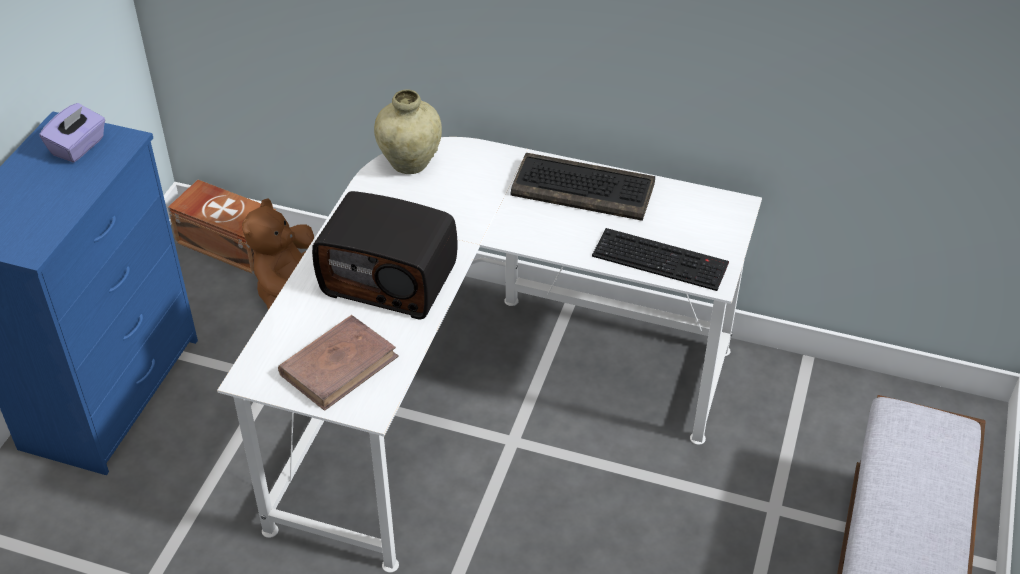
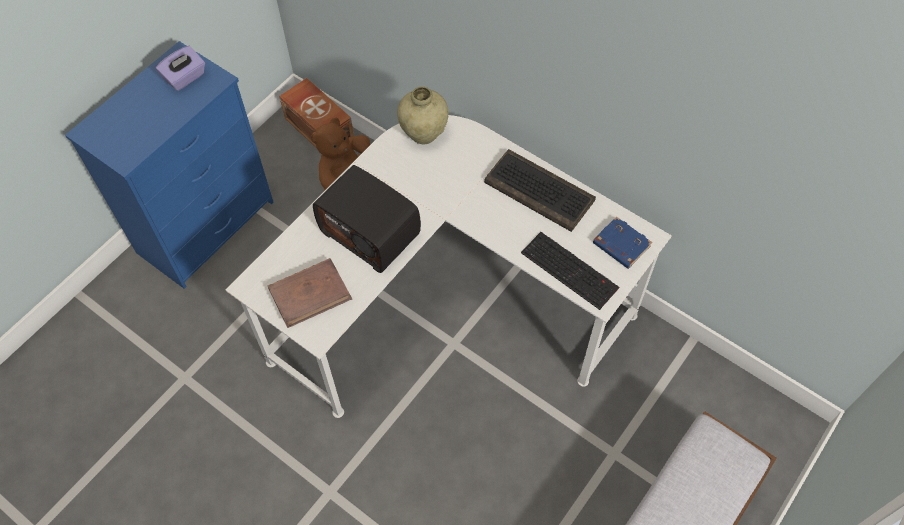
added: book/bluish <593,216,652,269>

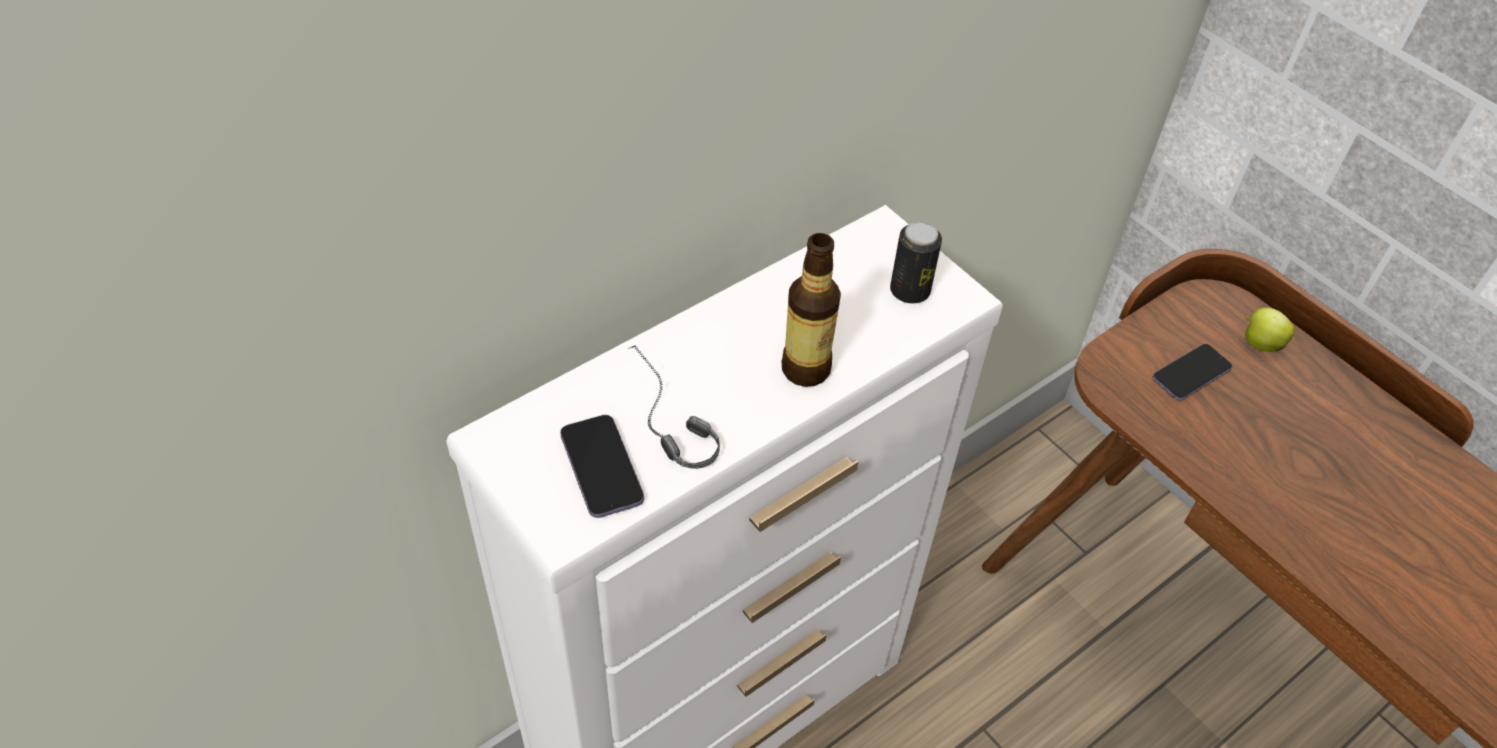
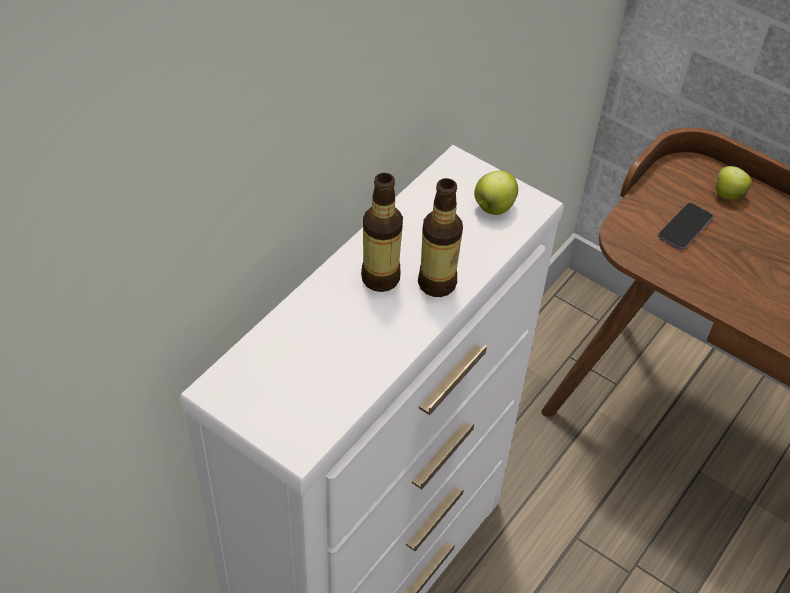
removed: phone <560,415,644,518>; headset <628,345,720,469>
added: drink bottle <361,173,403,292>
replaced: can <890,221,942,303> to whole apple <474,170,518,215>

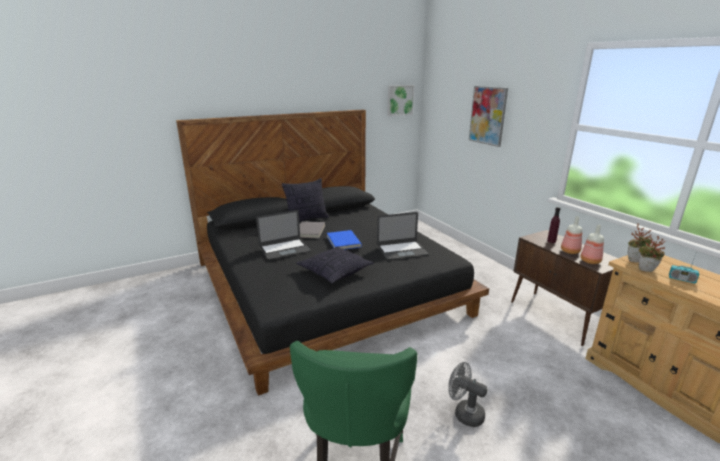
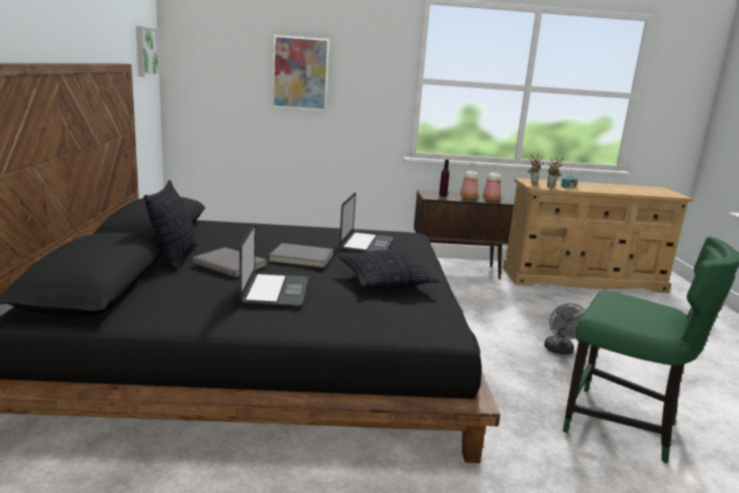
recoloured: book/bluish <327,230,362,249> to book/grey <269,243,333,268>
turned: electric fan/grey <448,362,488,427> = <544,303,585,355> 60 degrees counterclockwise

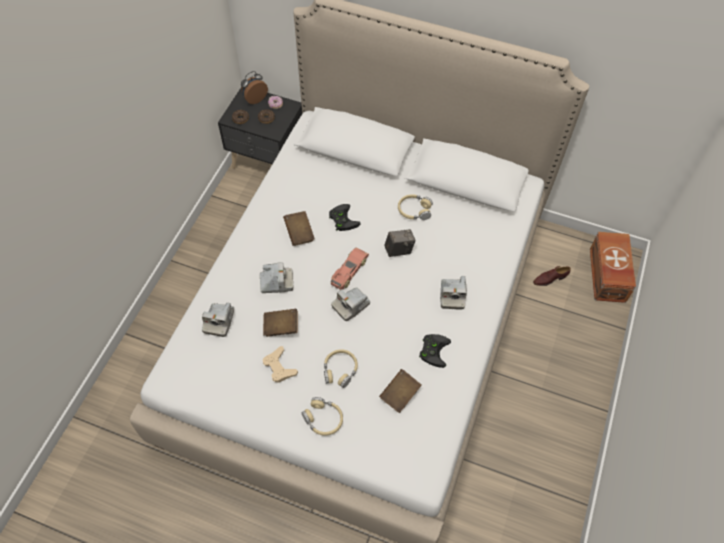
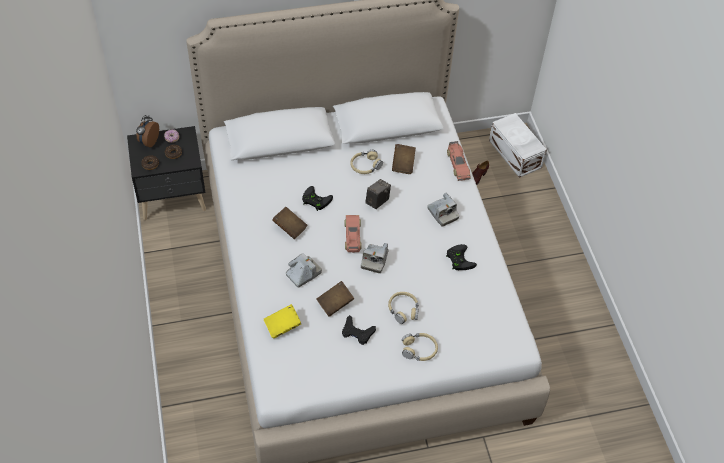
added: miniature car <447,141,471,181>
moved: book/brown-coloured <379,369,422,413> to <392,144,416,174>
replaced: photo camera <202,302,234,337> to book/yellow <264,304,301,338>
recoloured: joypad/beige <263,346,298,383> to joypad/blackish <342,315,376,345>; storage box/brown-coloured <590,232,636,303> to storage box/whitish <489,113,547,178>

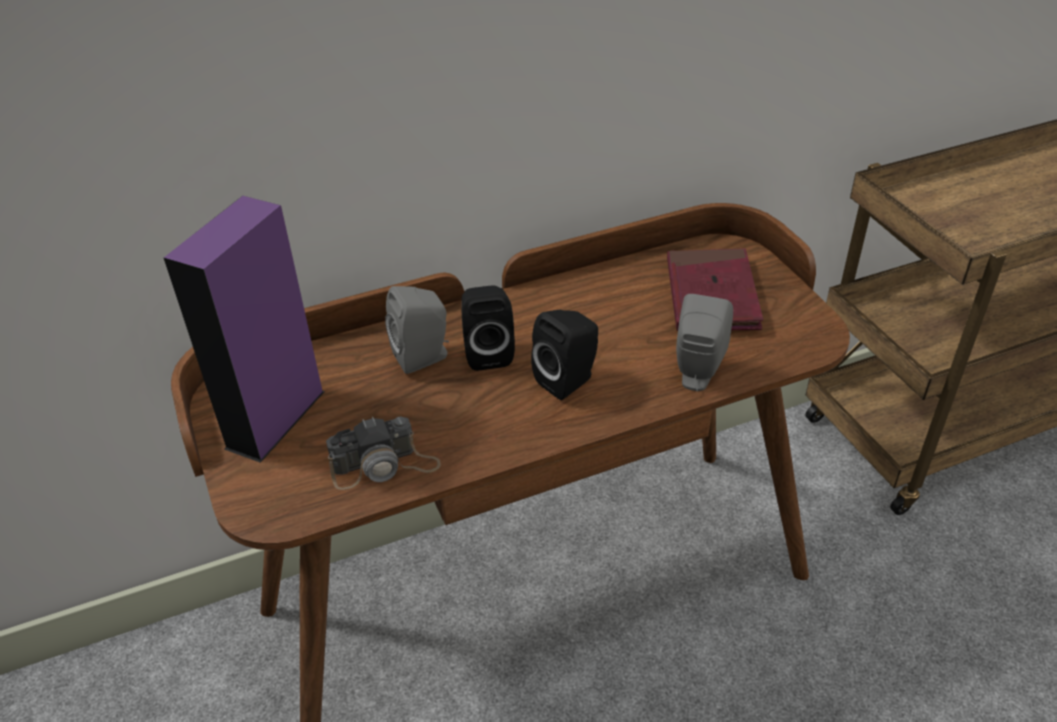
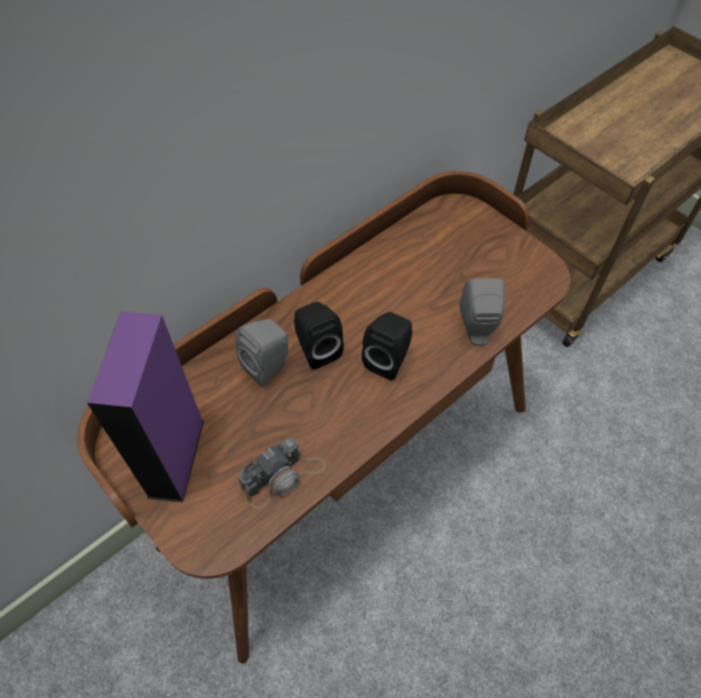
removed: book/reddish <667,249,763,331>

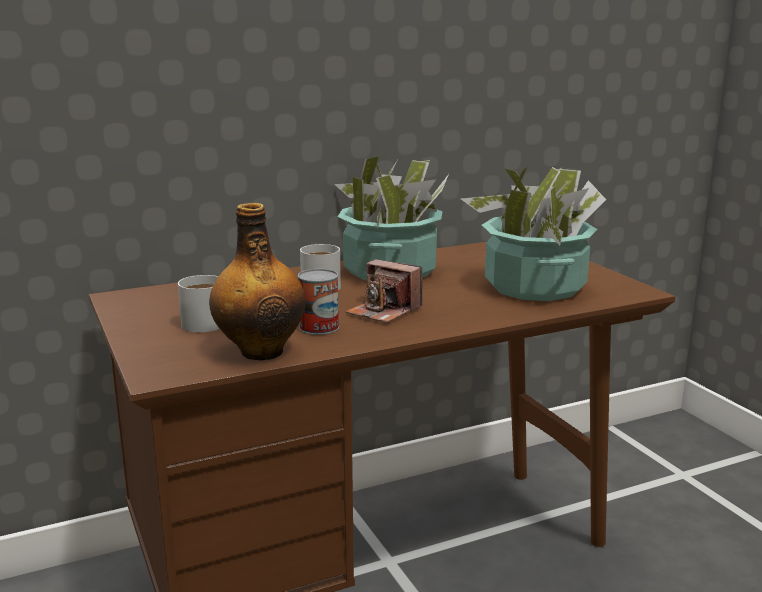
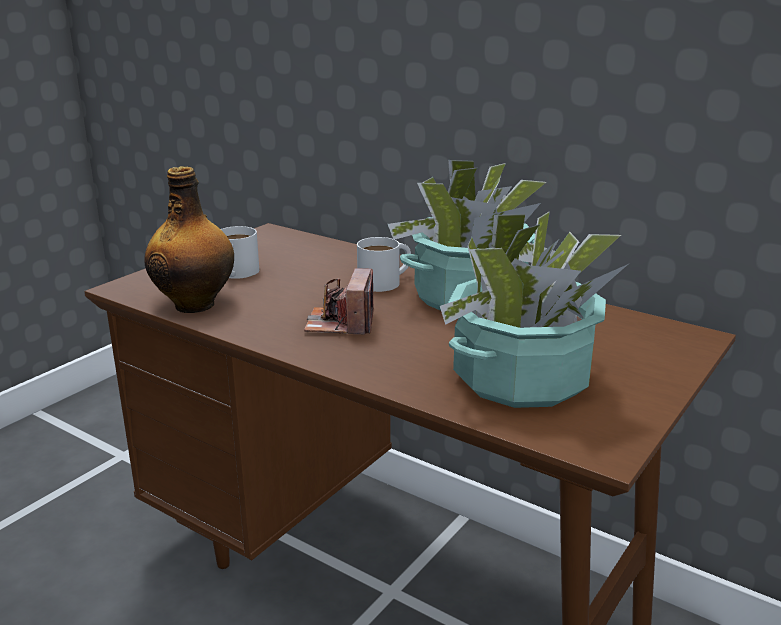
removed: can <298,269,339,335>

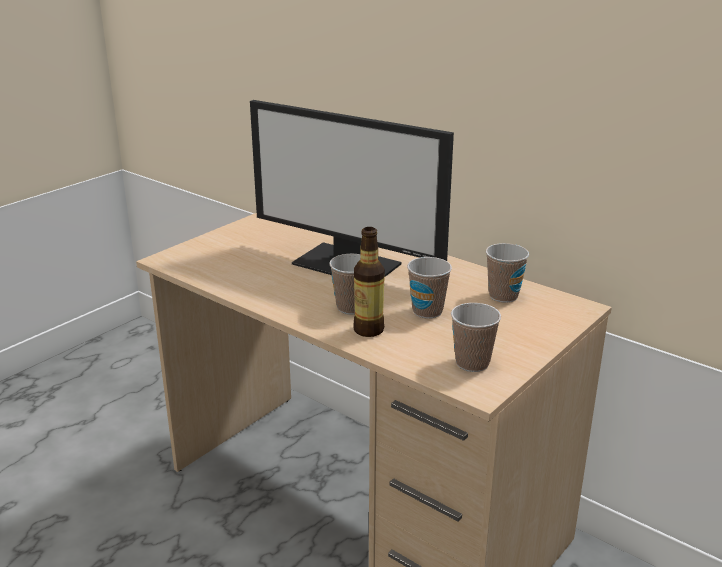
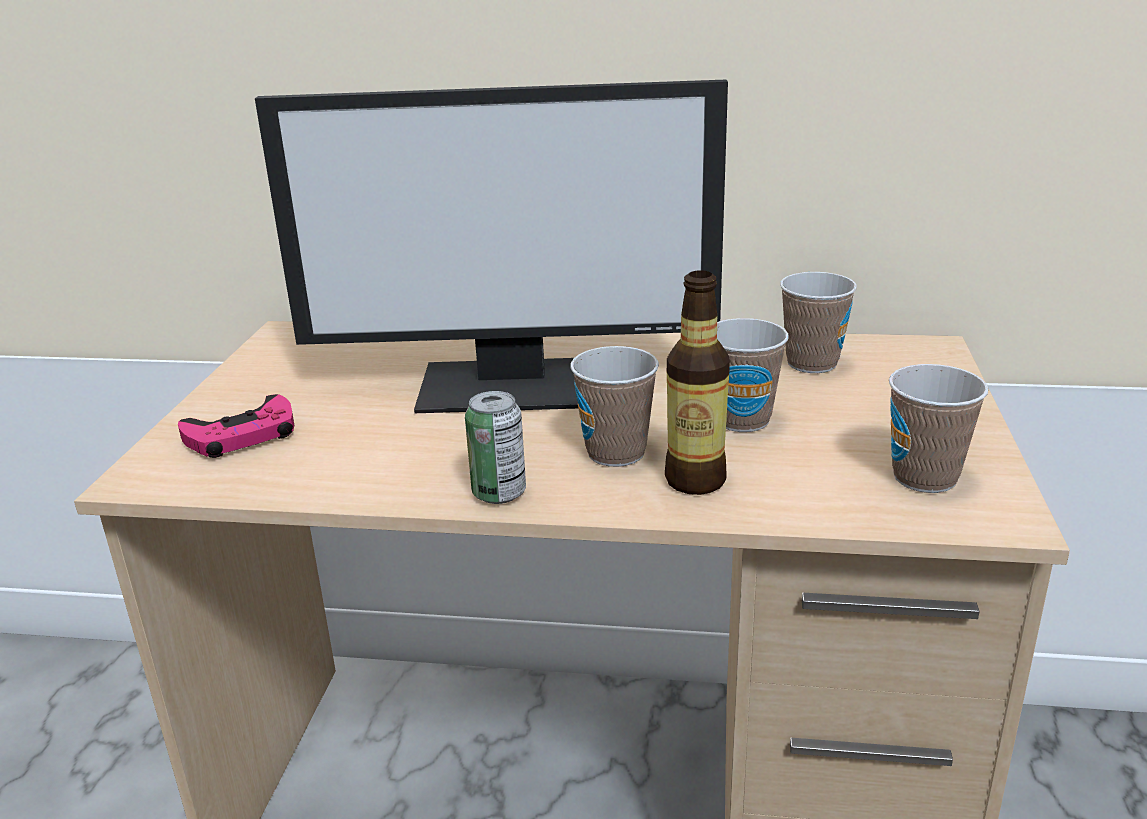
added: joypad/pink <178,394,294,458>; can <465,391,526,504>

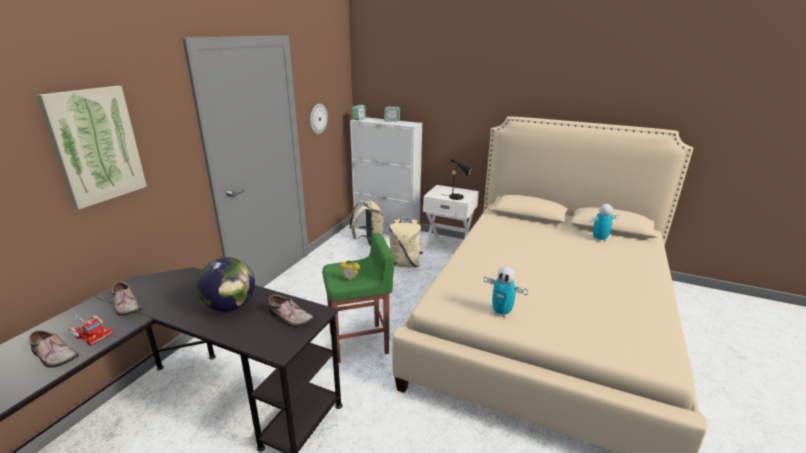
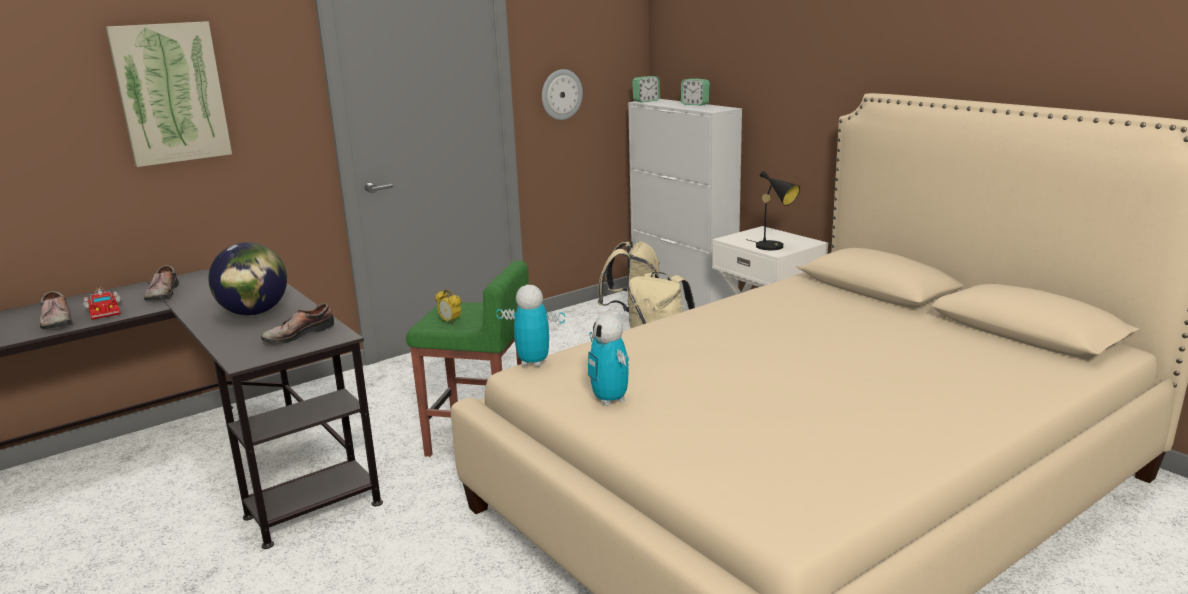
moved: robot figure <589,204,619,242> to <496,285,565,367>
turned: item of footwear <269,295,314,327> = <261,303,334,345> 75 degrees clockwise

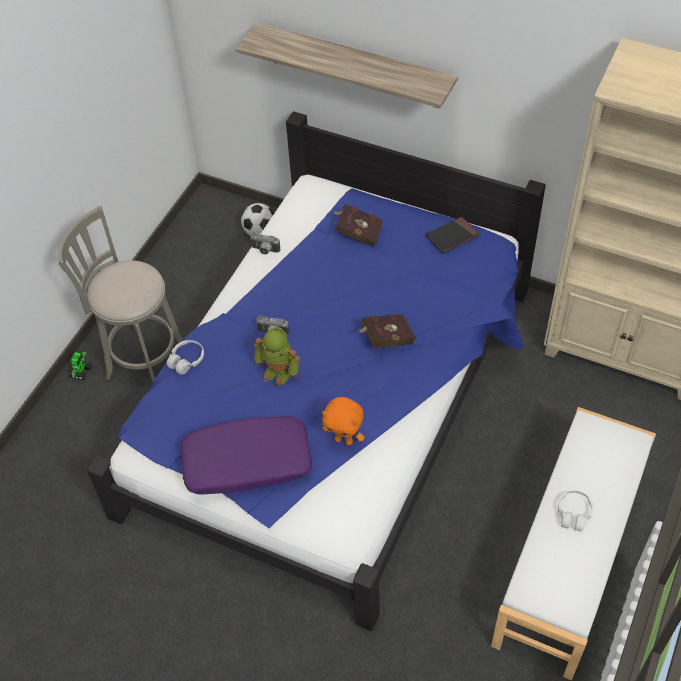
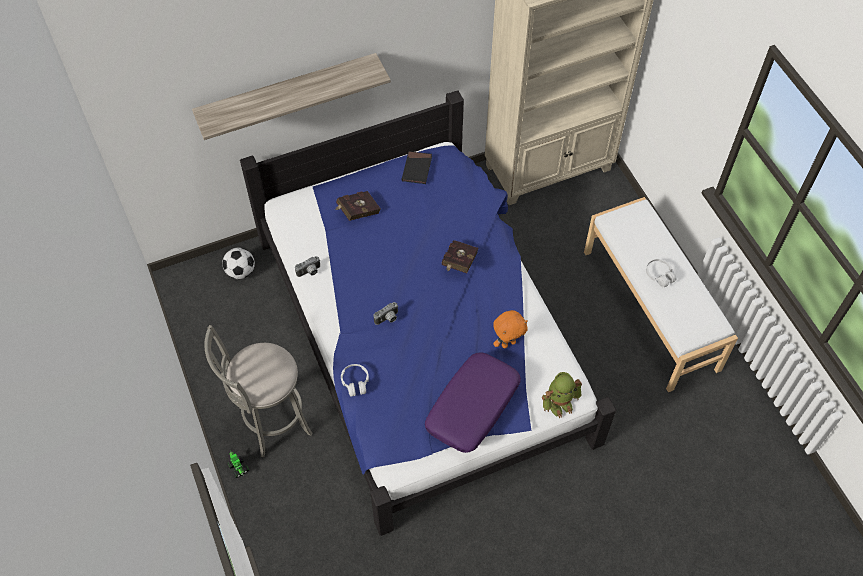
moved: robot figure <254,327,300,387> to <542,372,582,418>

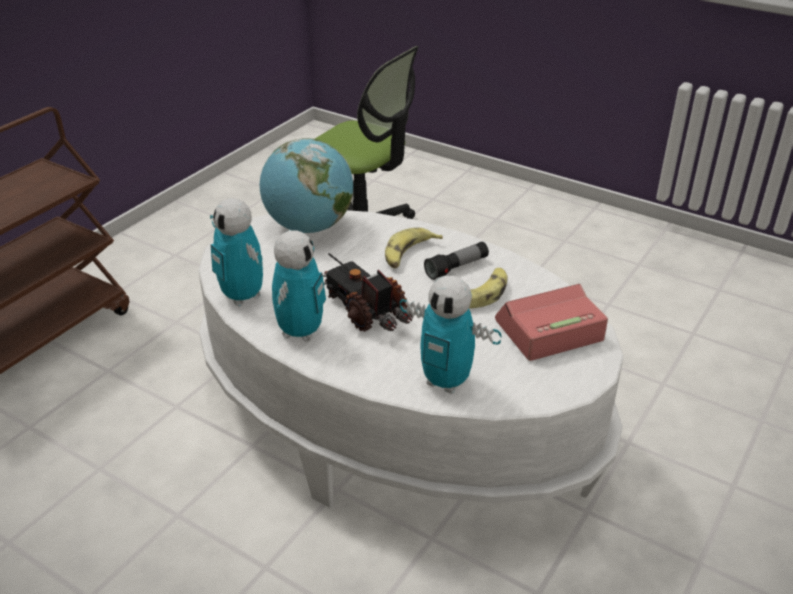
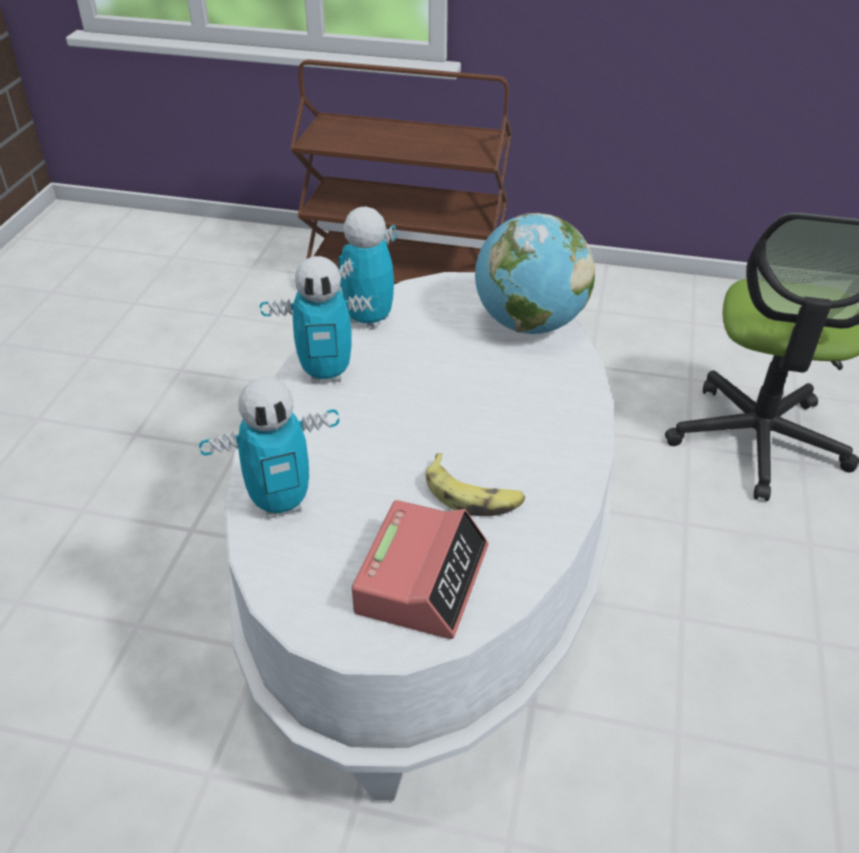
removed: toy truck <323,253,413,332>; whole banana <385,228,443,268>; torch <424,242,489,280>
turned: robot figure <400,276,502,394> = <199,377,339,519> 120 degrees counterclockwise; table clock <495,284,608,361> = <352,500,488,639> 60 degrees clockwise

